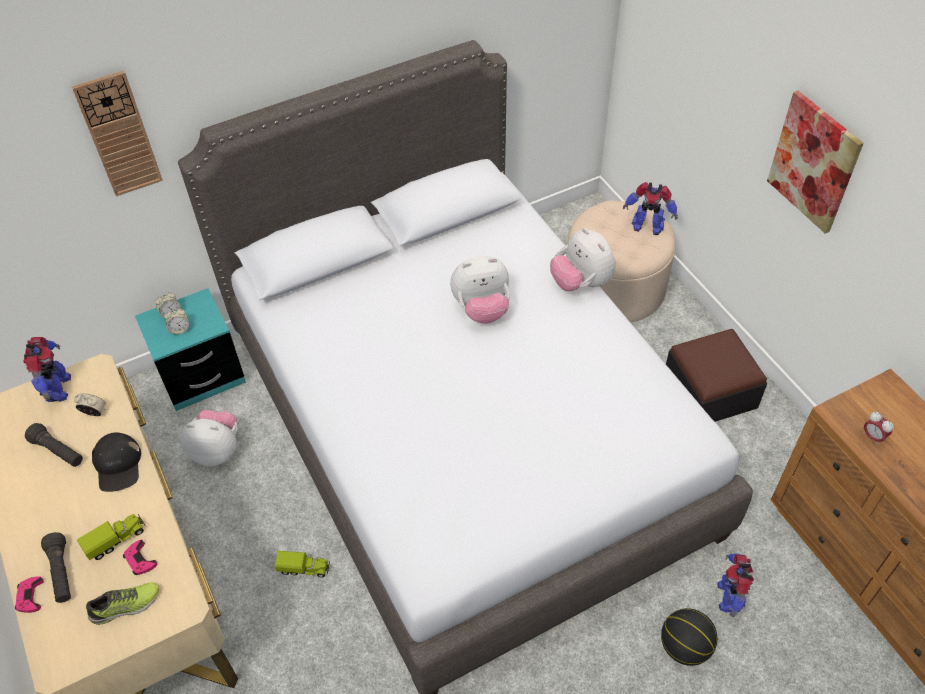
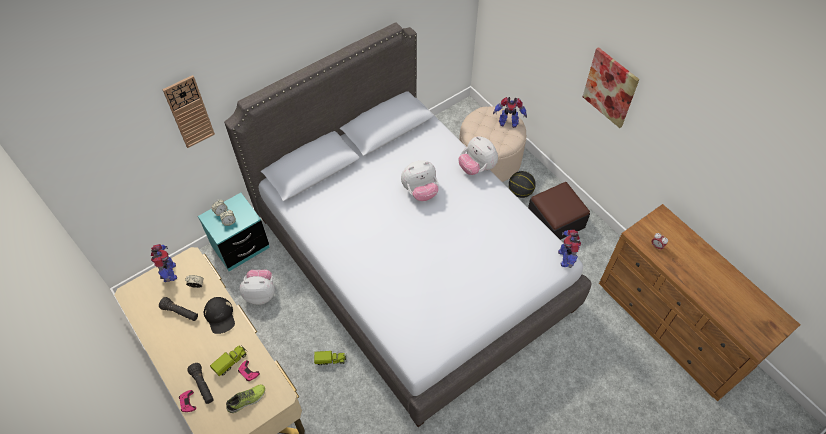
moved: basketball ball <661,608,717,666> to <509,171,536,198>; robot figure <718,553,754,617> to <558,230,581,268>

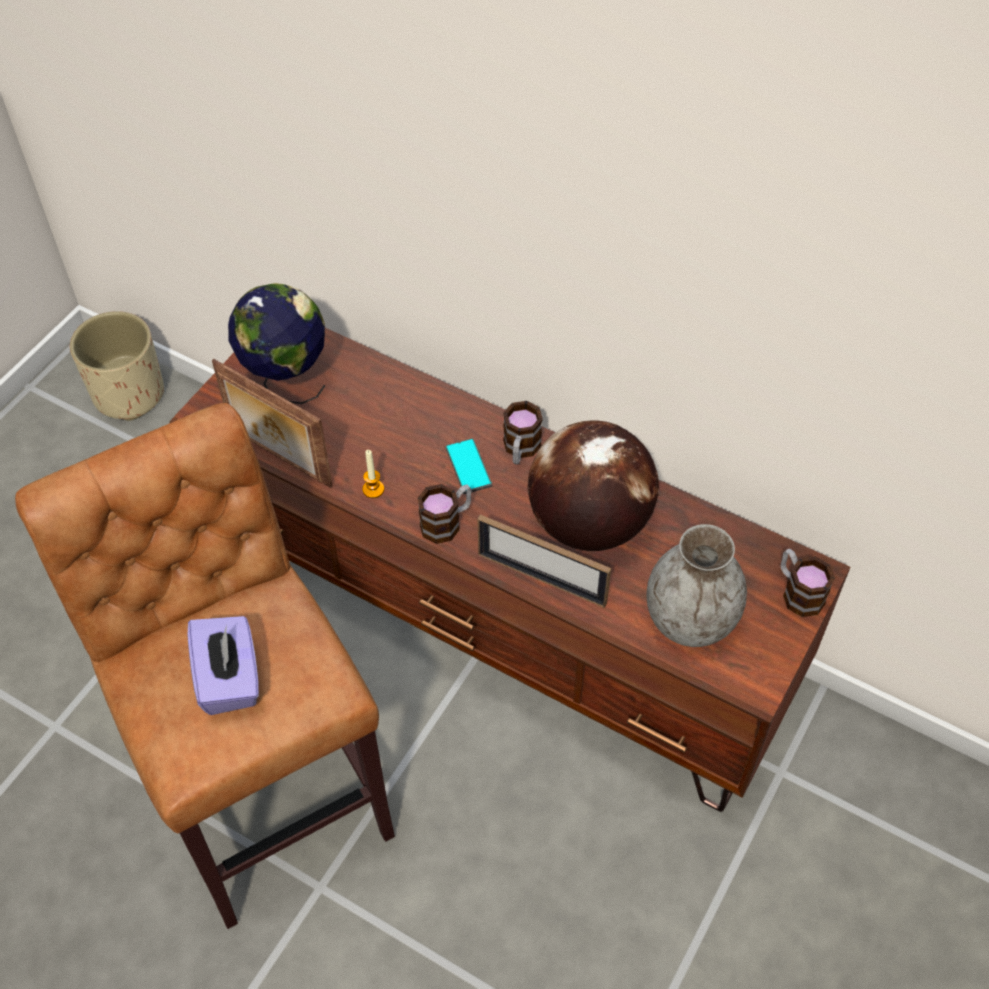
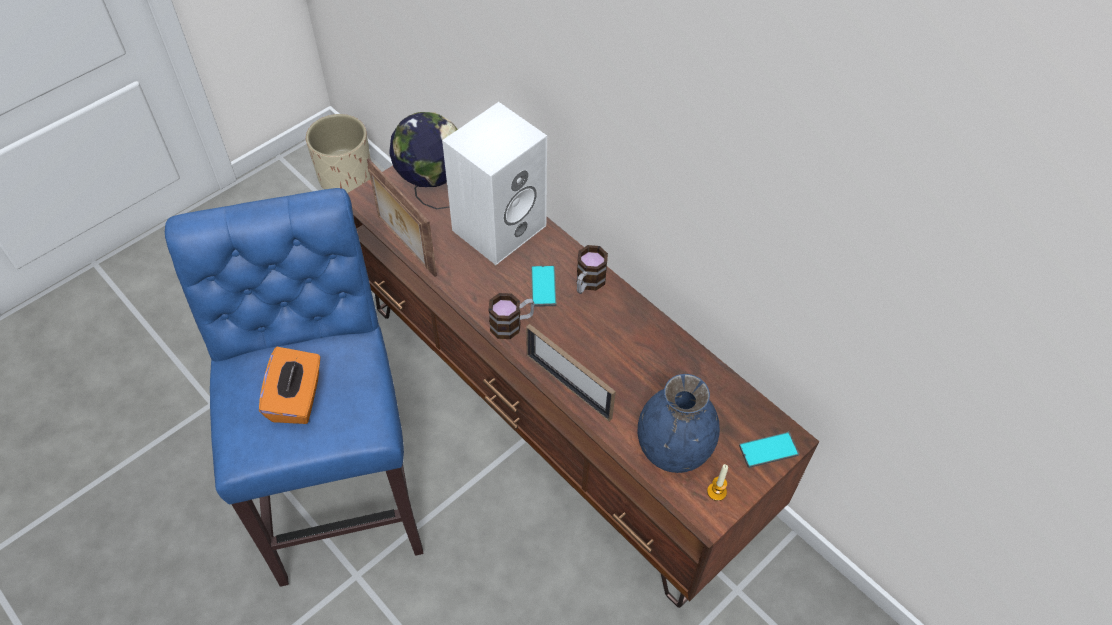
removed: desk globe <527,420,659,551>
added: speaker/whitish <442,102,547,265>
moved: wax candle <362,450,384,498> to <707,464,728,501>
replaced: coffee mug <781,549,835,617> to phone <739,432,800,468>
recoloured: stool/brown-coloured <15,403,395,929> to stool/bluish <165,188,424,587>; box of tissues/purple-coloured <188,616,259,715> to box of tissues/orange <259,347,320,424>; decorative vase/grey <646,524,747,647> to decorative vase/bluish <638,374,720,473>

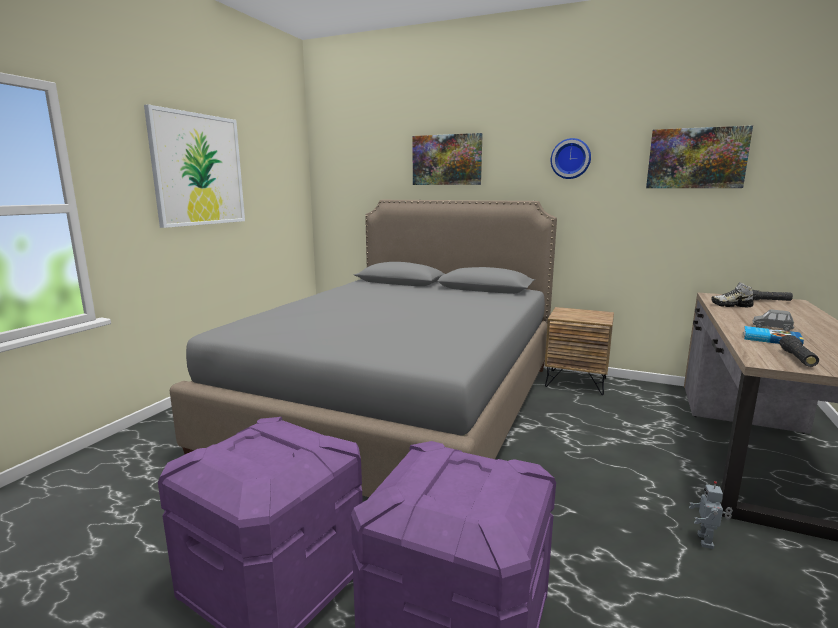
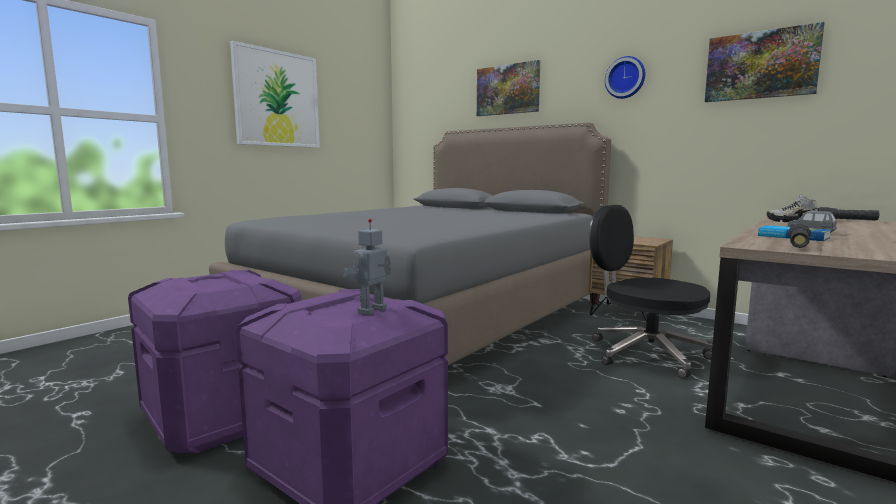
added: computer chair/blackish <589,205,713,378>
moved: robot figure <689,481,733,549> to <343,219,391,315>

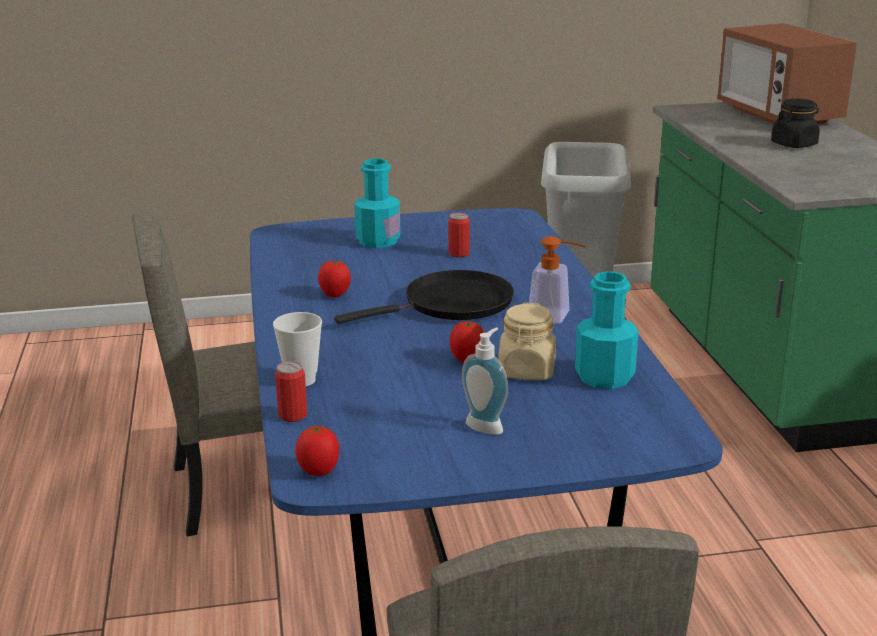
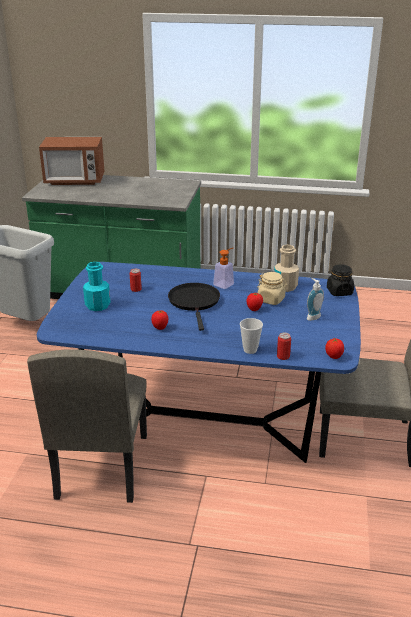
moved: preserve jar/blackish <771,98,820,148> to <327,264,354,296>
recoloured: drink bottle/blue-green <575,271,639,389> to drink bottle/beige <274,245,299,292>

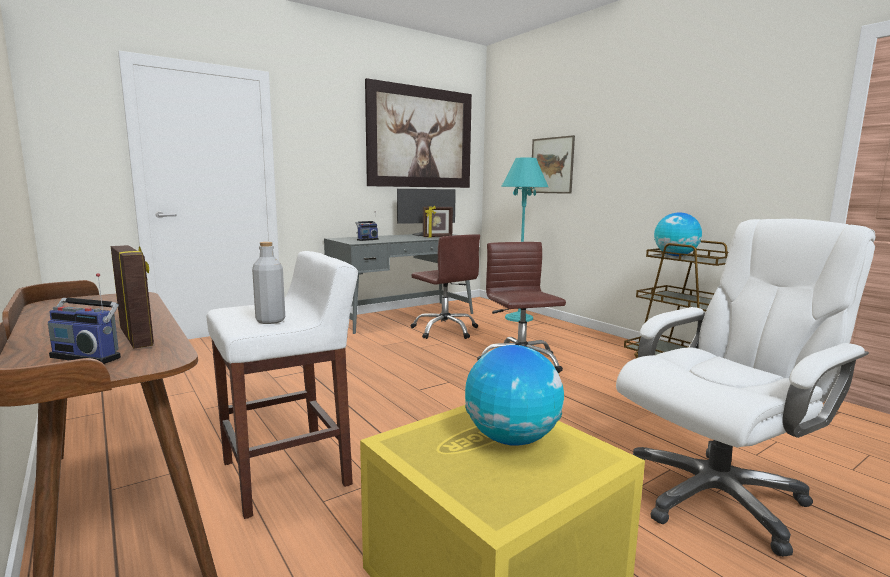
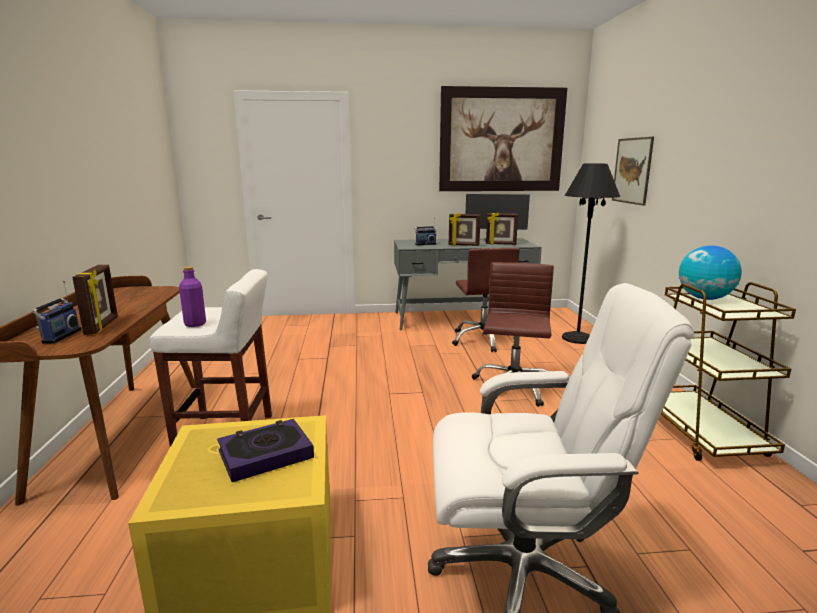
added: standing frame <449,213,481,246>
replaced: desk globe <465,345,564,446> to book <217,419,314,482>
recoloured: drink bottle/grey <252,242,285,324> to drink bottle/purple-coloured <179,266,206,327>; floor lamp/blue-green <501,158,548,322> to floor lamp/blackish <562,164,620,344>
turned: radio <48,273,121,364> = <32,281,81,343> 135 degrees counterclockwise

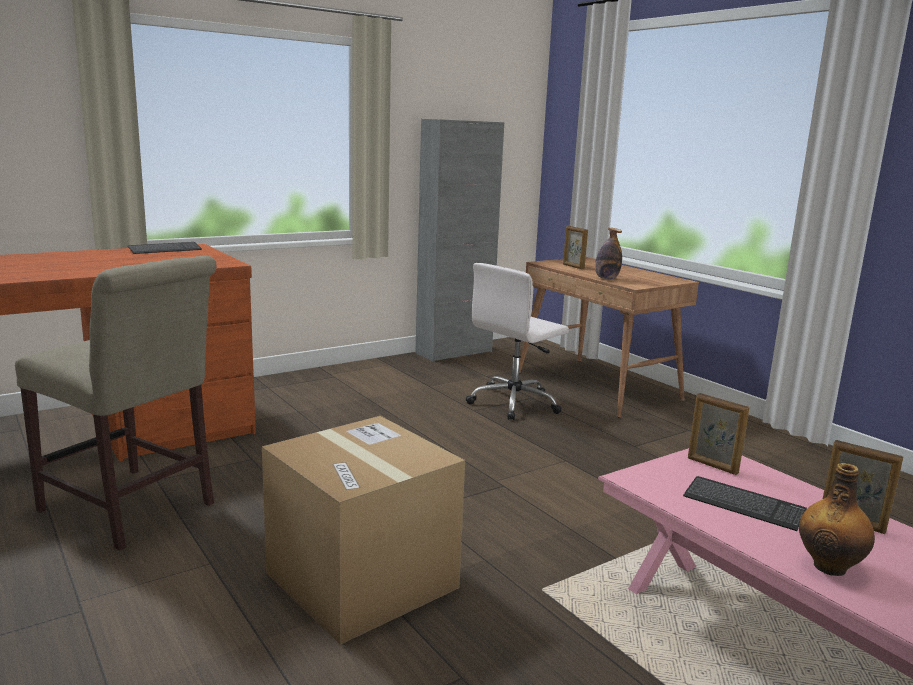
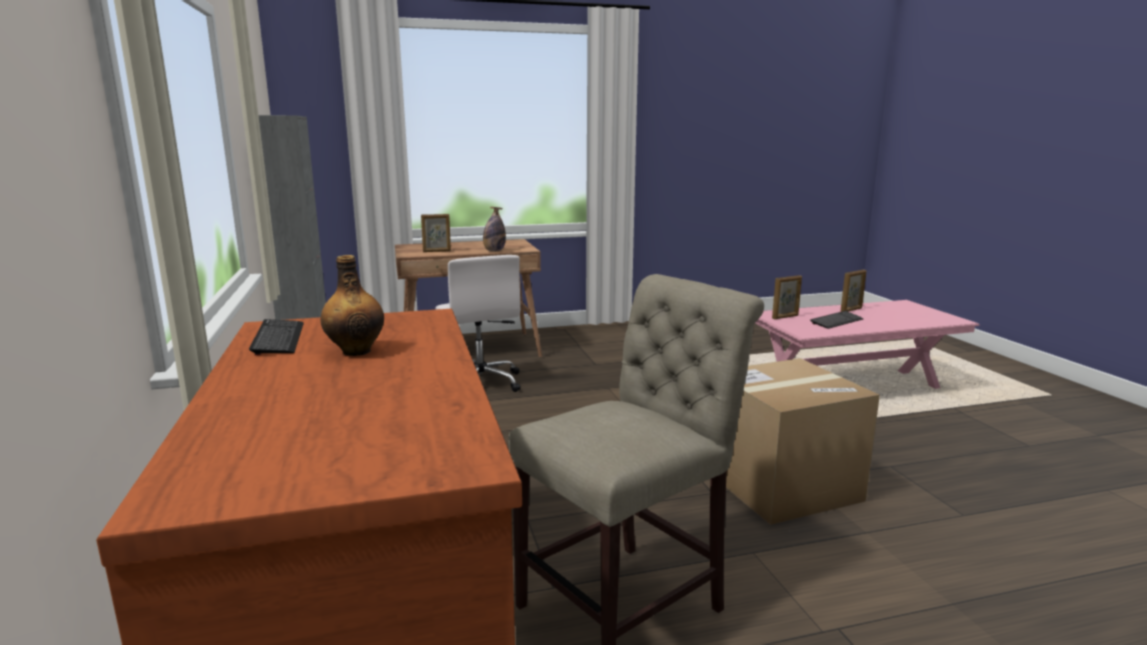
moved: drink bottle <799,463,875,576> to <320,255,384,356>

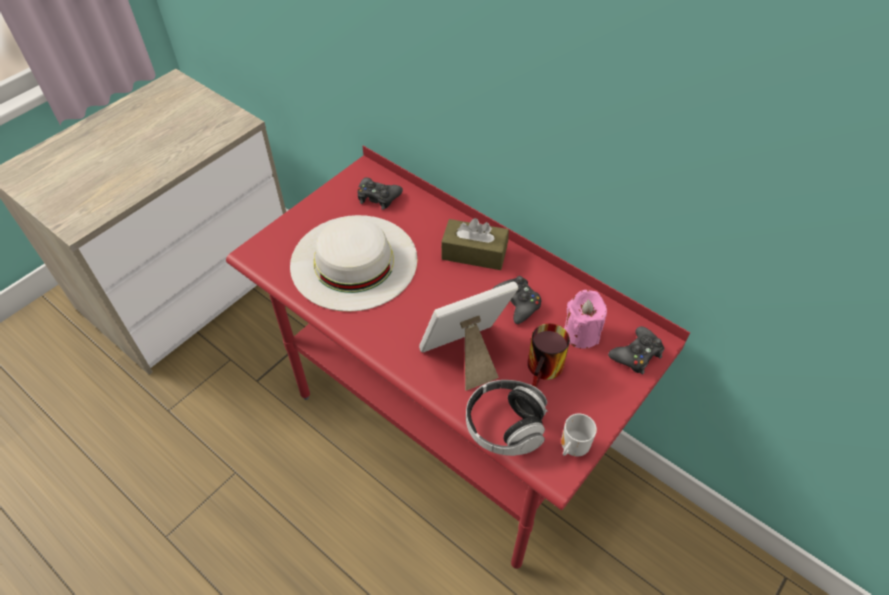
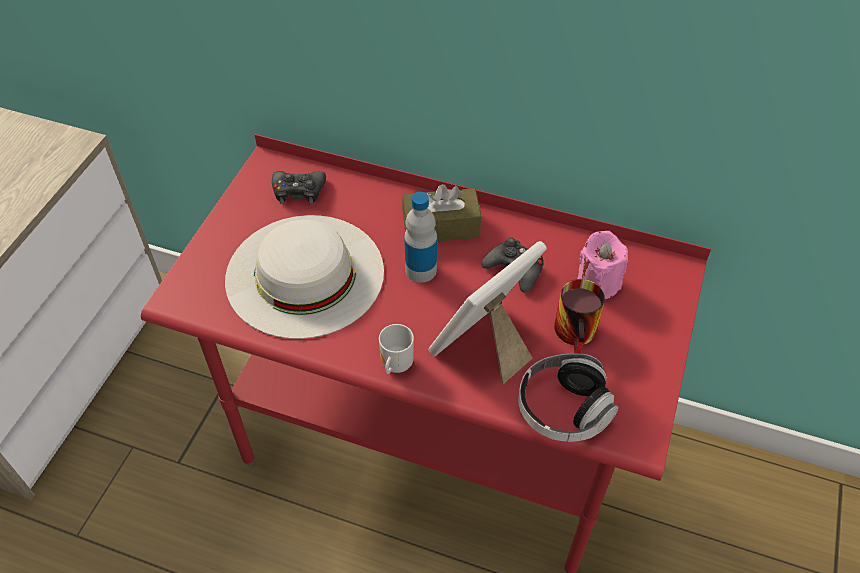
removed: joypad/blackish <608,326,664,374>
added: drink bottle <404,192,437,283>
moved: coffee mug <561,414,597,457> to <379,324,414,374>

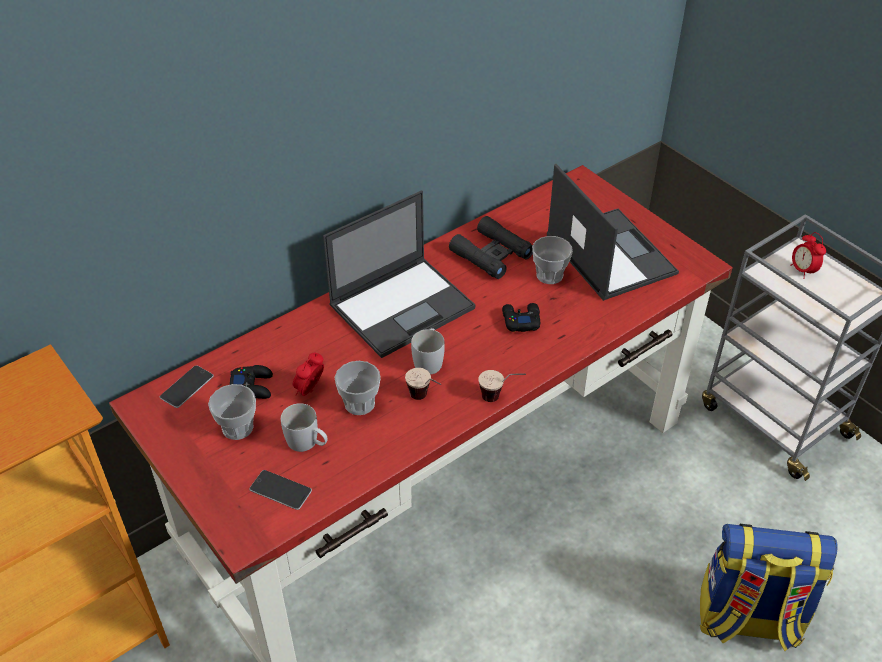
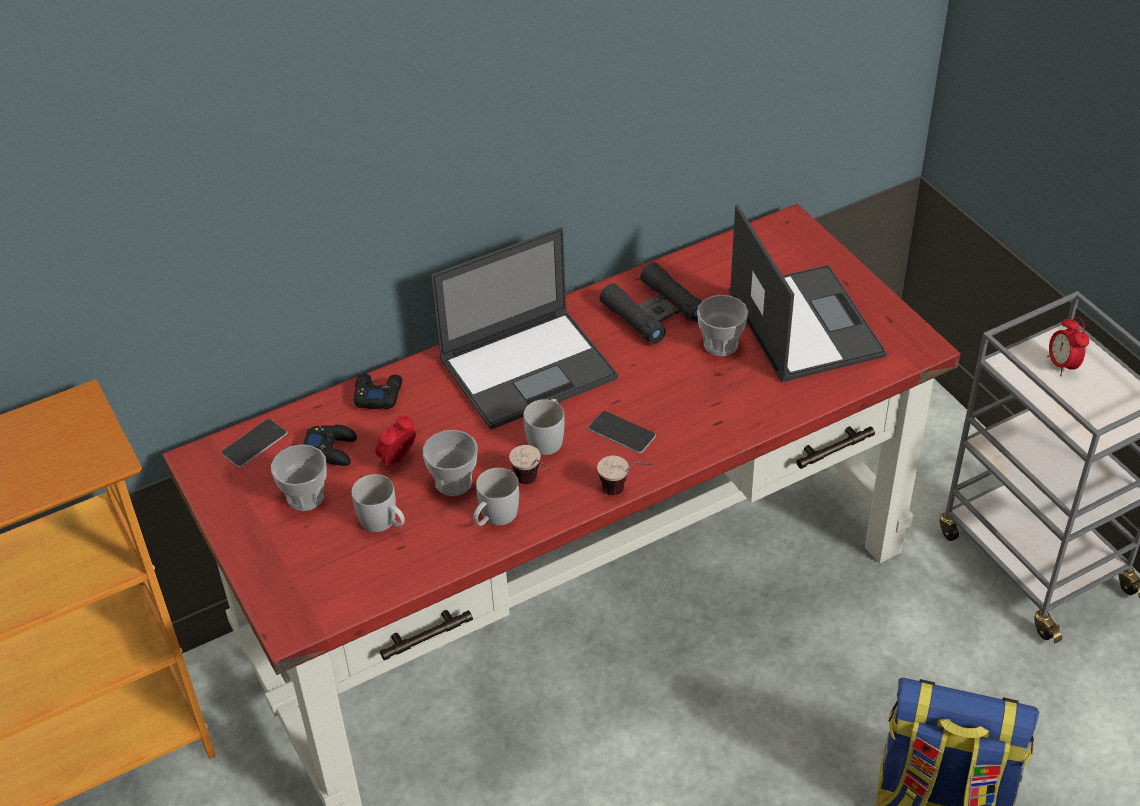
added: coffee mug/whitish <473,468,519,526>
moved: phone <249,470,312,510> to <588,411,656,453>; joypad/blackish <502,303,540,332> to <354,374,402,409>

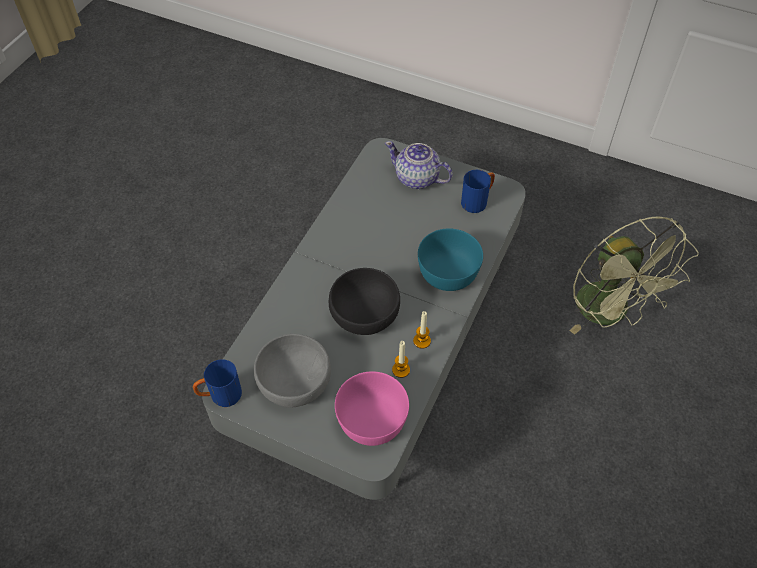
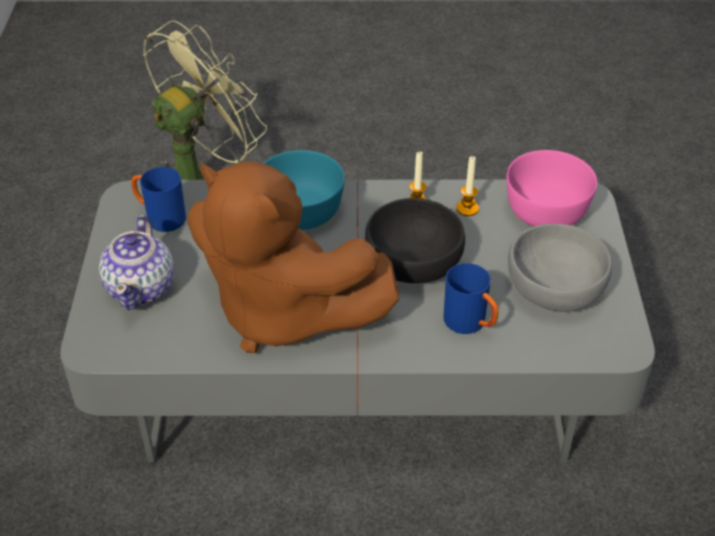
added: cuddly toy/brown-coloured <187,161,400,353>
moved: coffee mug/bluish <193,359,242,407> to <444,263,499,334>

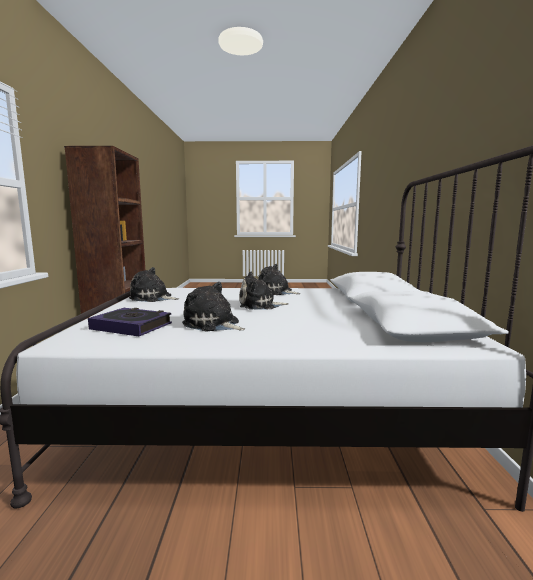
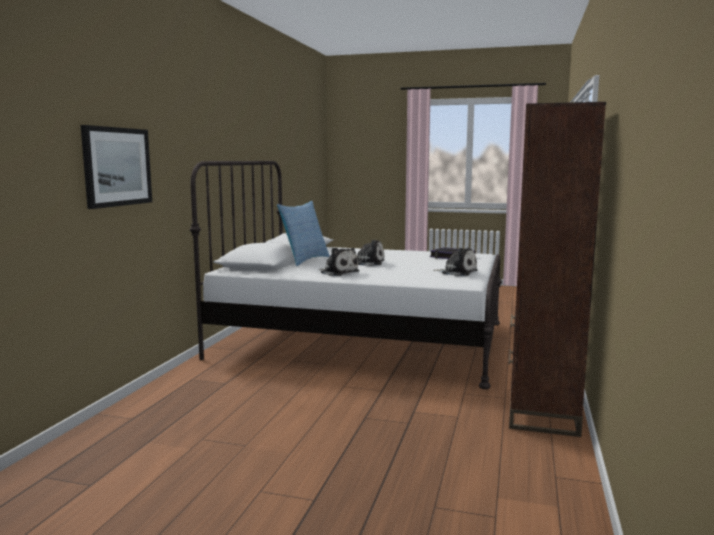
removed: cuddly toy <182,282,245,332>
added: wall art <81,125,152,209>; pillow <277,201,330,266>

